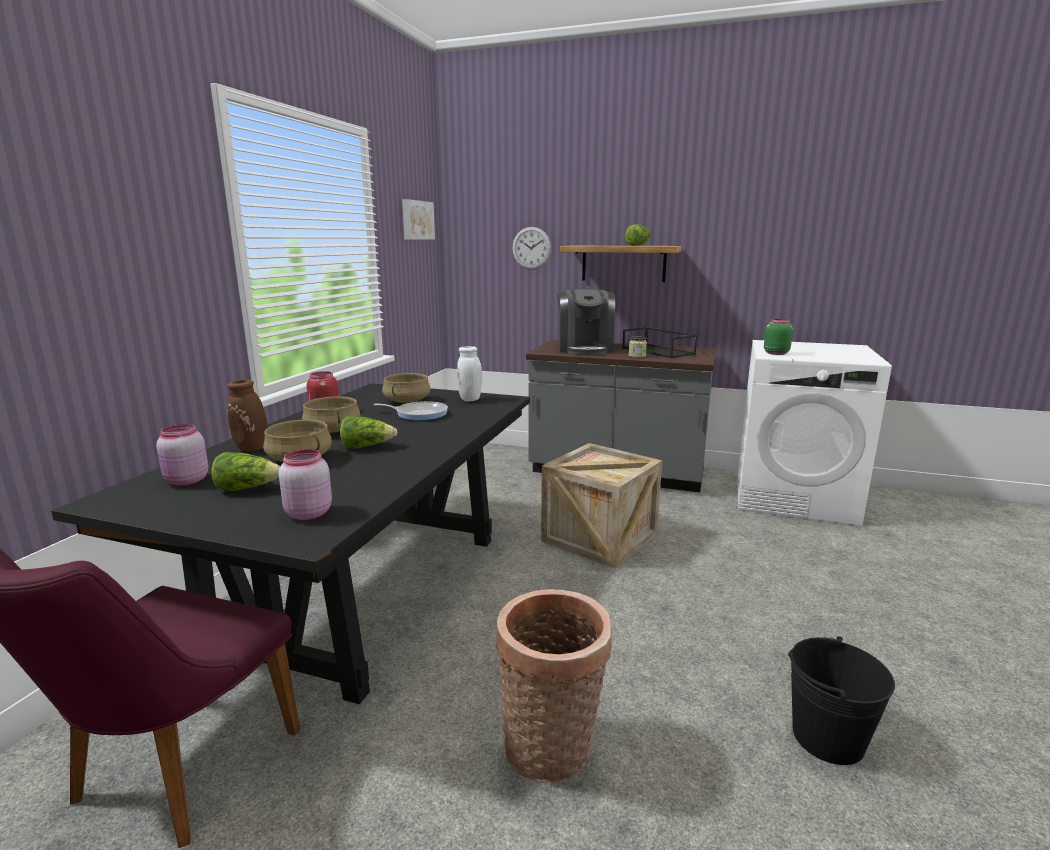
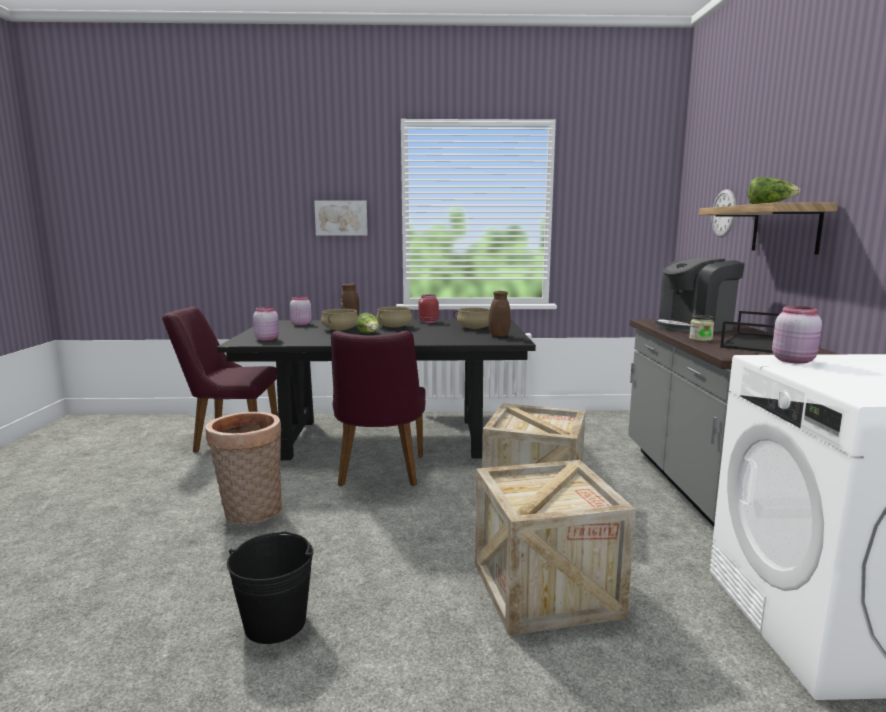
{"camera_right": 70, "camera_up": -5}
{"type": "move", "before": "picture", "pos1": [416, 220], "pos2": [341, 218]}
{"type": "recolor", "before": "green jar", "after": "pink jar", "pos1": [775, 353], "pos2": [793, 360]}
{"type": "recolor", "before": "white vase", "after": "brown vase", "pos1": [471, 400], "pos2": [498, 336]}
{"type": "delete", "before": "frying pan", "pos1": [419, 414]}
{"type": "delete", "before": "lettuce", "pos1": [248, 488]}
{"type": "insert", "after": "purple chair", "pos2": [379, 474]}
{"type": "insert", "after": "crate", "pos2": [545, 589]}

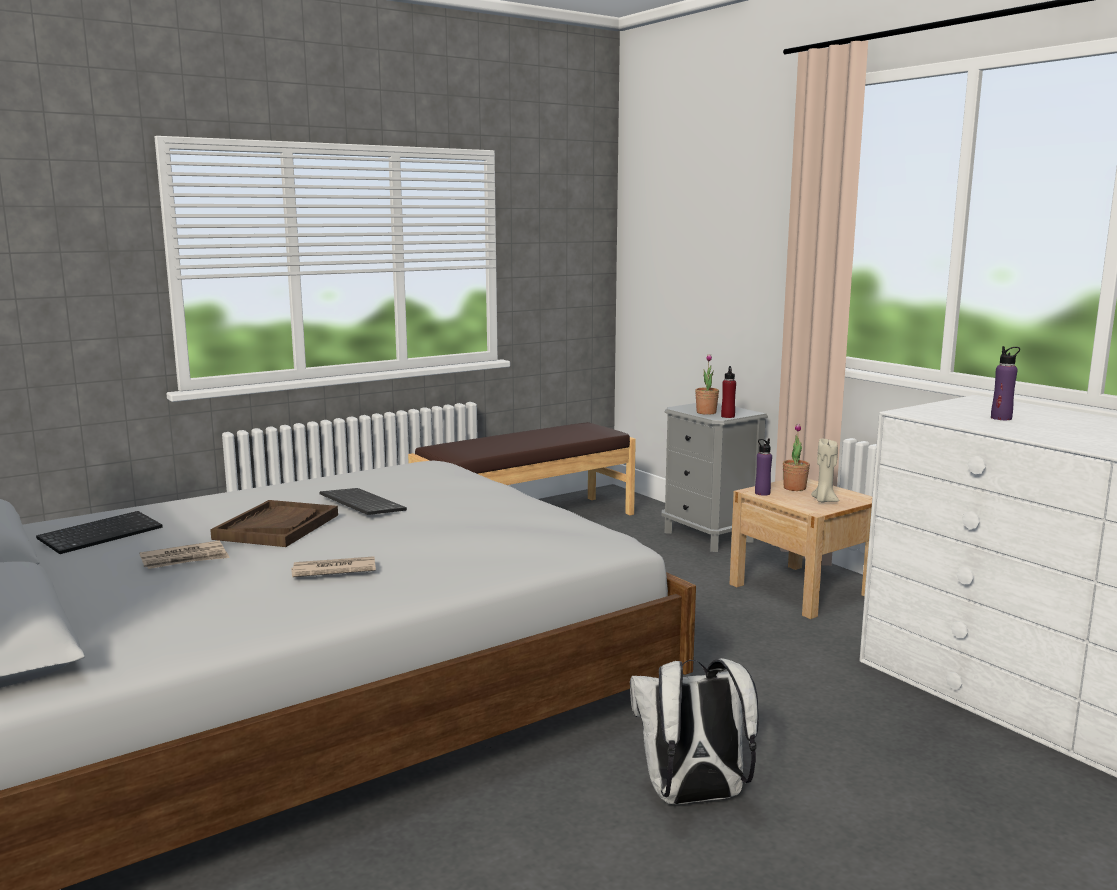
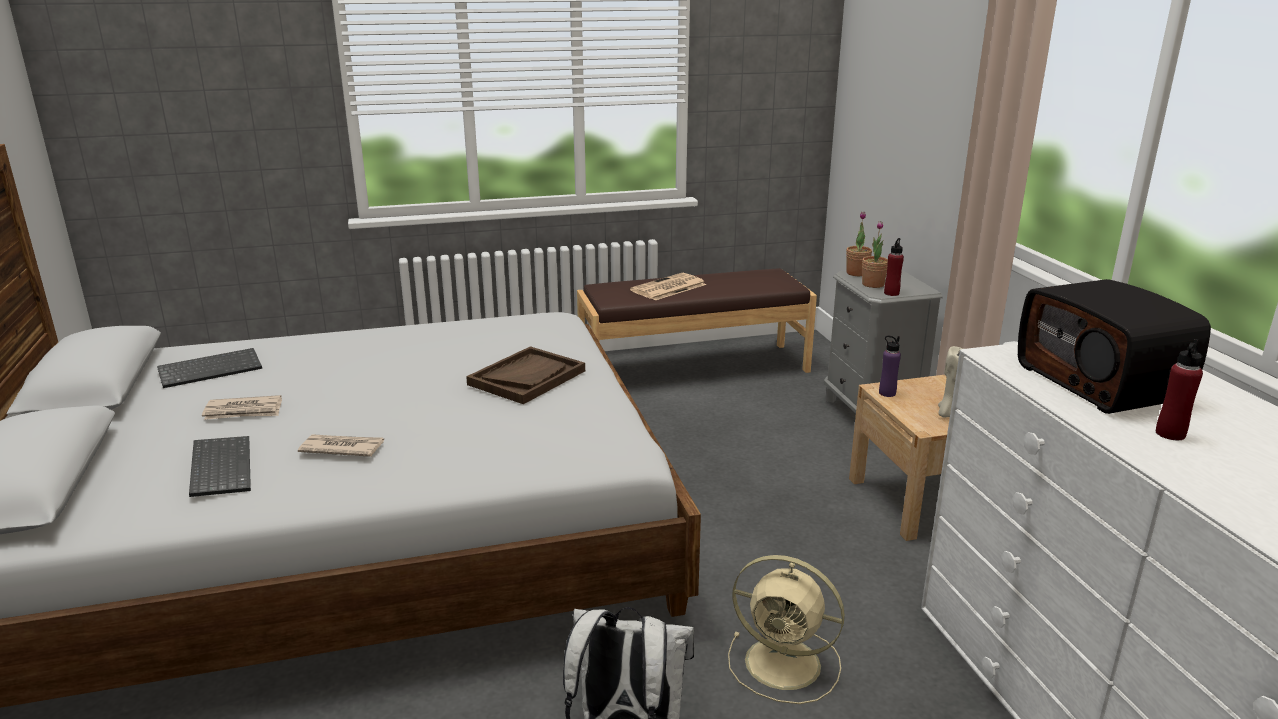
{"camera_right": 20, "camera_up": 10}
{"type": "replace", "before": "purple bottle", "after": "radio", "pos1": [1001, 418], "pos2": [1102, 382]}
{"type": "move", "before": "potted plant", "pos1": [794, 488], "pos2": [856, 273]}
{"type": "move", "before": "keyboard", "pos1": [360, 504], "pos2": [219, 468]}
{"type": "move", "before": "brown tray", "pos1": [277, 527], "pos2": [527, 377]}
{"type": "insert", "after": "newspaper", "pos2": [668, 288]}
{"type": "insert", "after": "red bottle", "pos2": [1170, 434]}
{"type": "insert", "after": "beige fan", "pos2": [786, 664]}

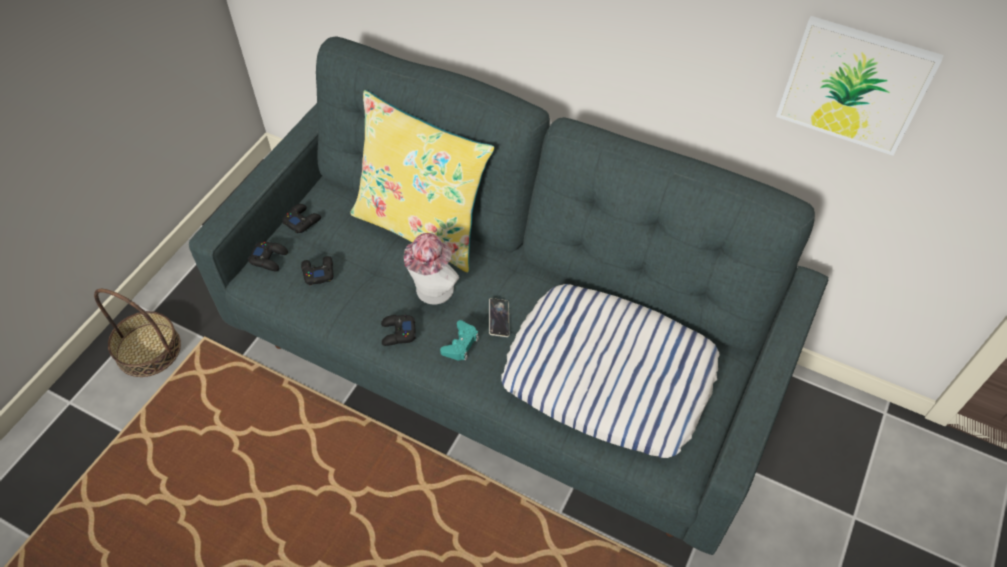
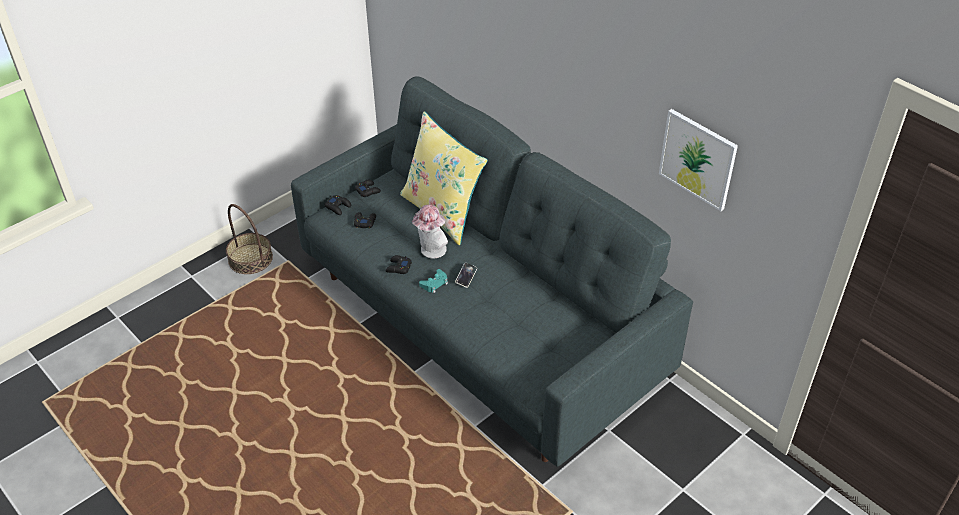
{"camera_right": 20, "camera_up": -10}
{"type": "delete", "before": "pillow", "pos1": [609, 375]}

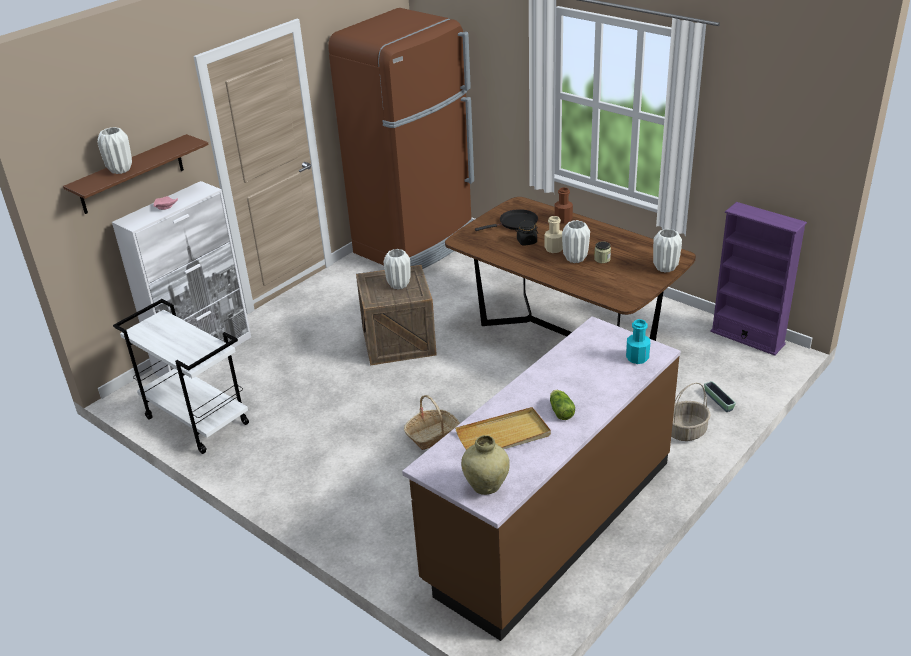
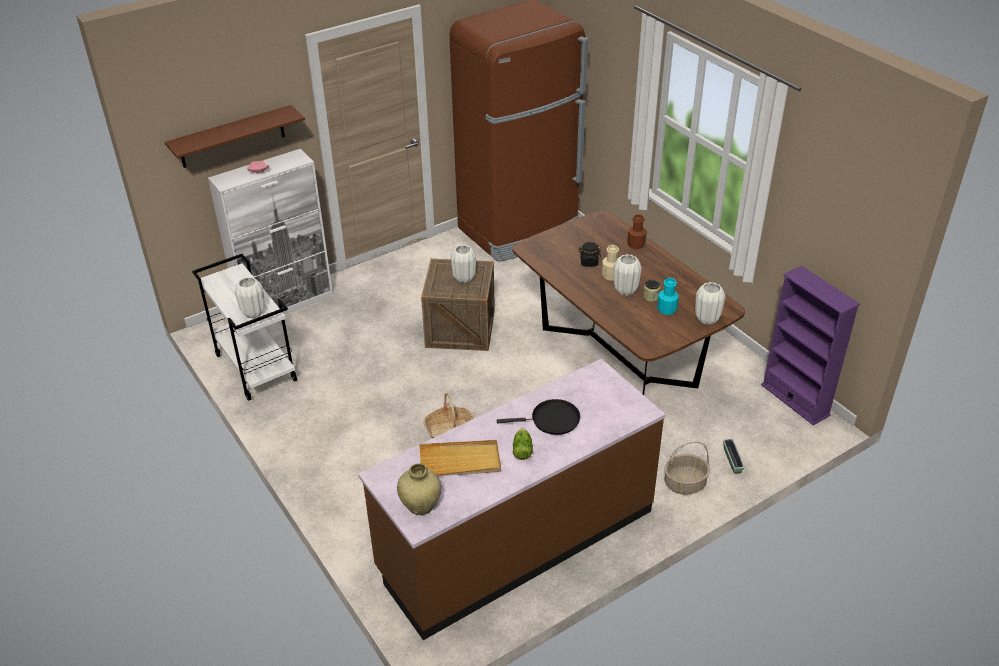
{"camera_right": 15, "camera_up": 5}
{"type": "move", "before": "white vase", "pos1": [121, 170], "pos2": [254, 313]}
{"type": "move", "before": "black frying pan", "pos1": [515, 223], "pos2": [552, 420]}
{"type": "move", "before": "turquoise bottle", "pos1": [637, 358], "pos2": [667, 309]}

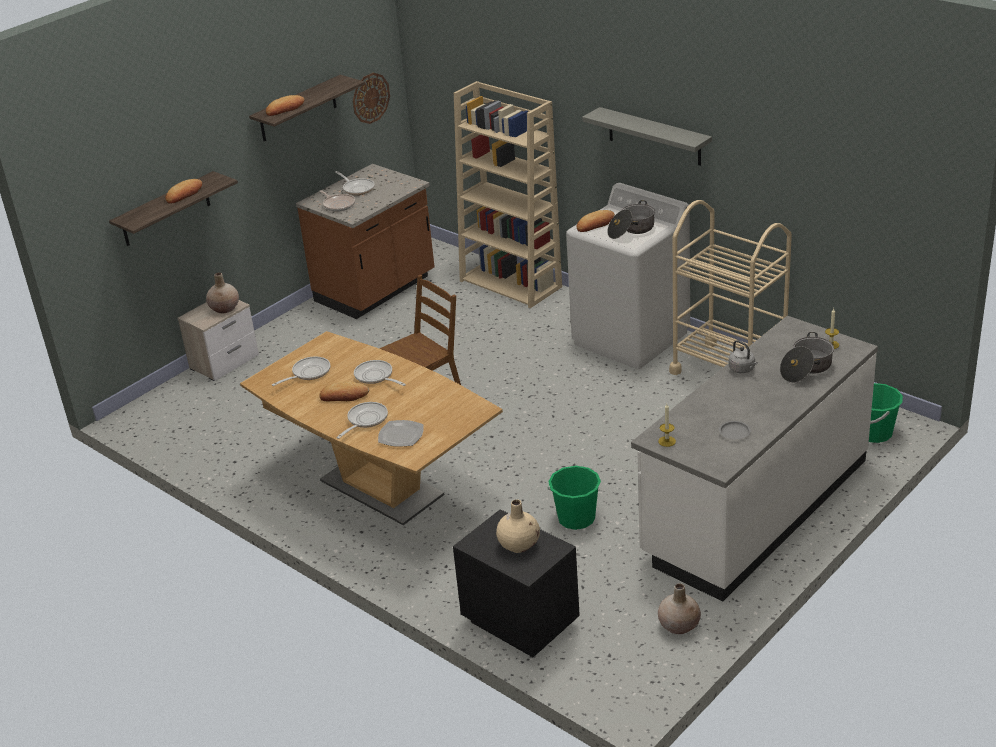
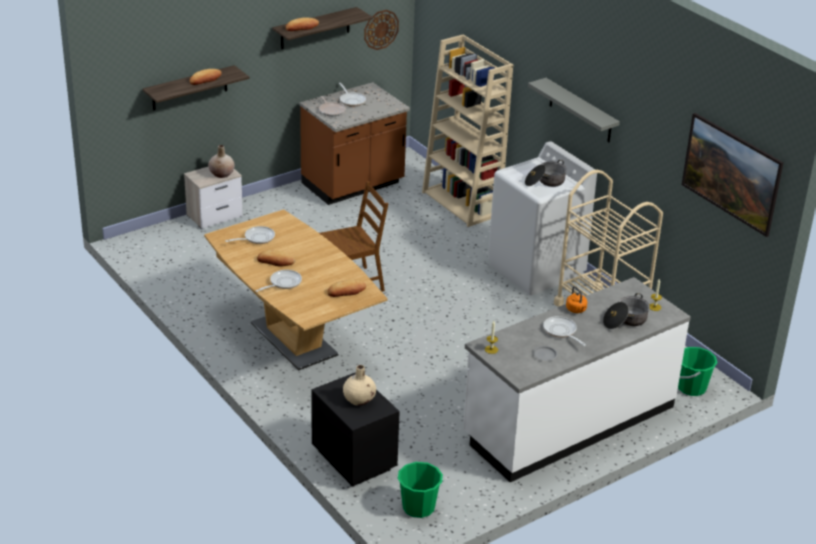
{"camera_right": 10, "camera_up": 0}
{"type": "move", "before": "bread", "pos1": [595, 224], "pos2": [346, 291]}
{"type": "recolor", "before": "grey kettle", "after": "orange kettle", "pos1": [742, 369], "pos2": [576, 310]}
{"type": "move", "before": "frying pan", "pos1": [376, 377], "pos2": [561, 332]}
{"type": "delete", "before": "plate", "pos1": [400, 435]}
{"type": "move", "before": "green bucket", "pos1": [576, 518], "pos2": [418, 507]}
{"type": "delete", "before": "beige vase", "pos1": [679, 625]}
{"type": "insert", "after": "picture", "pos2": [728, 191]}

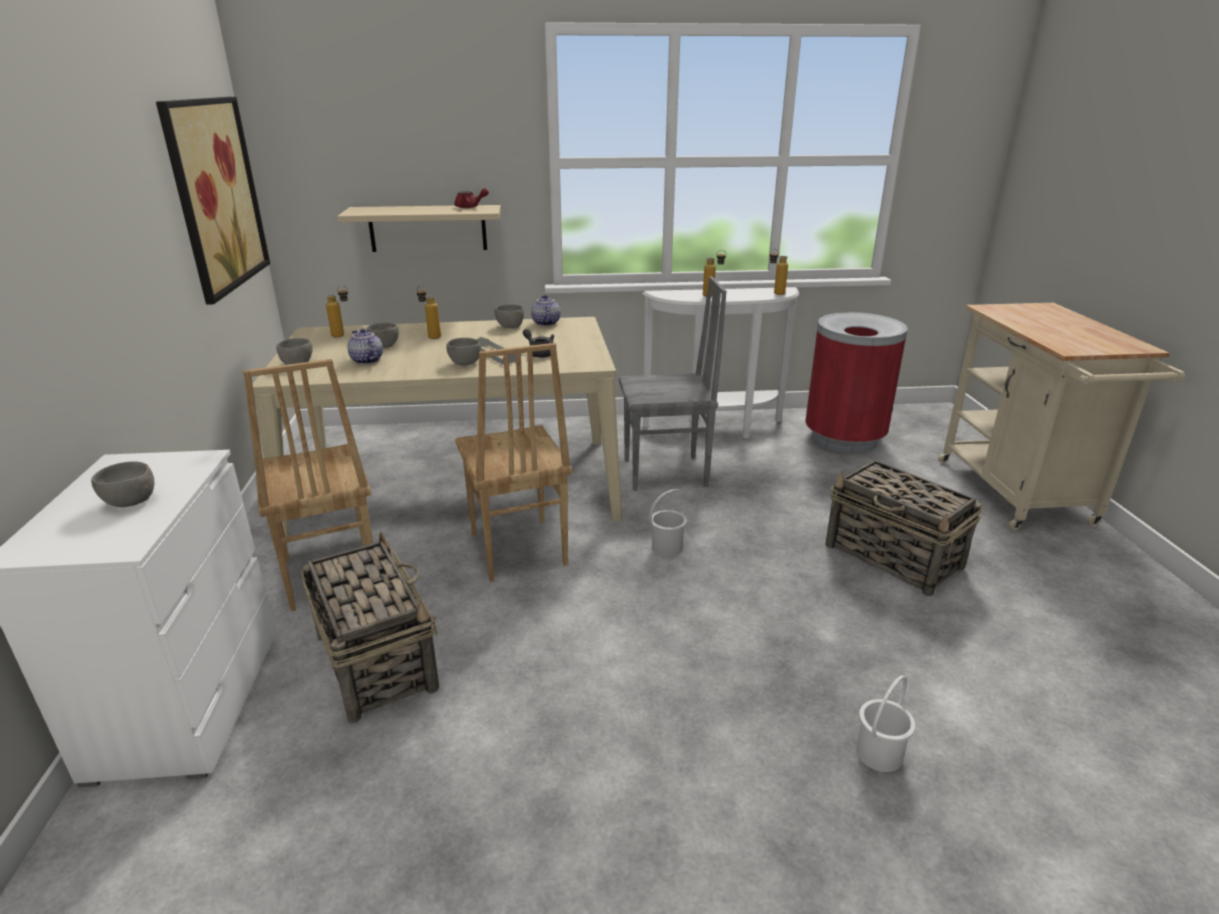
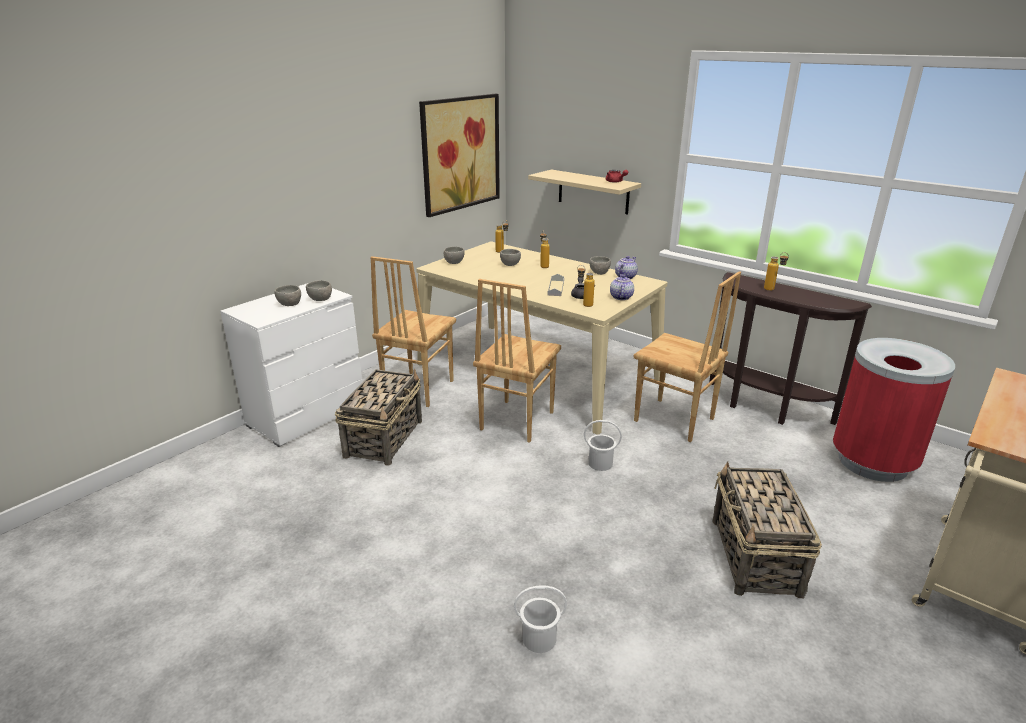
{"camera_right": 45, "camera_up": 0}
{"type": "move", "before": "bottle", "pos1": [775, 294], "pos2": [584, 304]}
{"type": "recolor", "before": "grey chair", "after": "brown chair", "pos1": [666, 474], "pos2": [674, 420]}
{"type": "recolor", "before": "white console table", "after": "brown console table", "pos1": [716, 429], "pos2": [764, 408]}
{"type": "move", "before": "teapot", "pos1": [366, 360], "pos2": [620, 297]}
{"type": "move", "before": "grey bowl", "pos1": [466, 363], "pos2": [320, 299]}

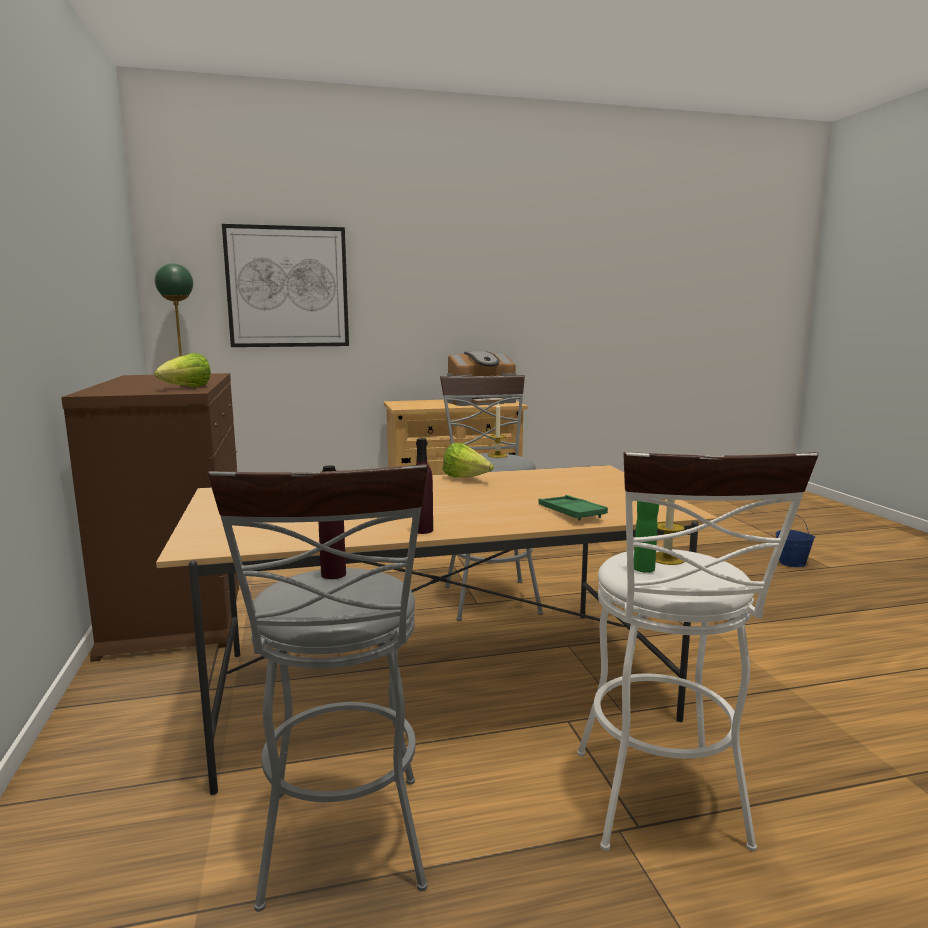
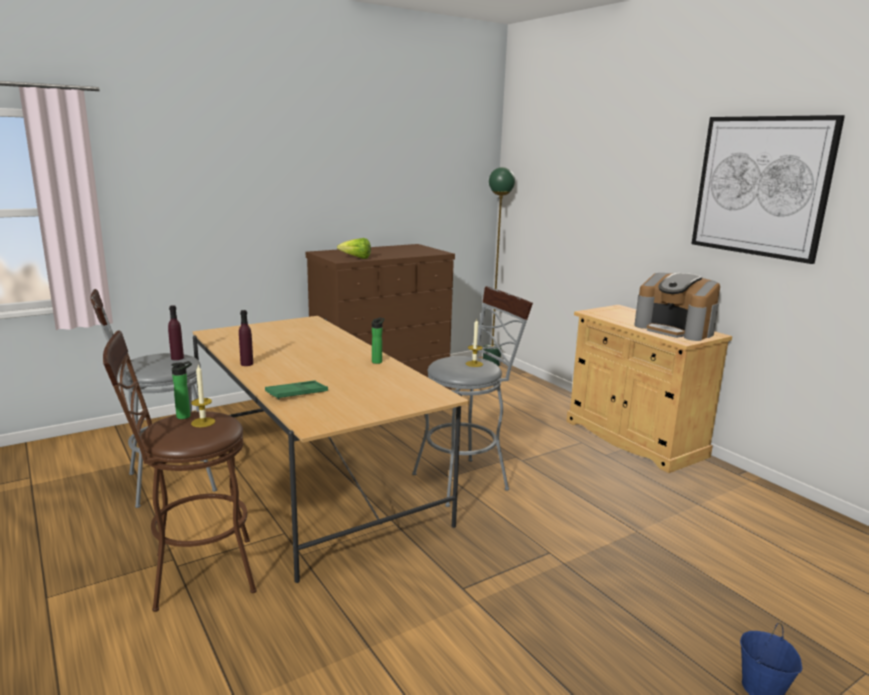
{"camera_right": 70, "camera_up": 5}
{"type": "move", "before": "picture", "pos1": [287, 287], "pos2": [761, 186]}
{"type": "replace", "before": "lettuce", "after": "bottle", "pos1": [466, 479], "pos2": [377, 361]}
{"type": "recolor", "before": "white stool", "after": "brown stool", "pos1": [663, 808], "pos2": [193, 574]}

